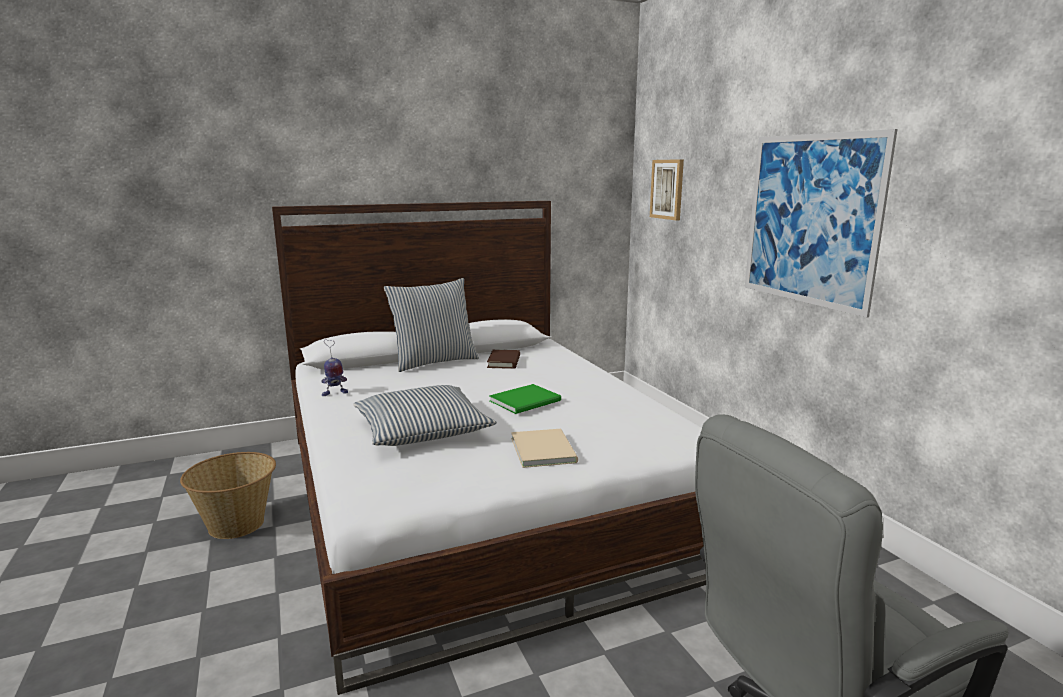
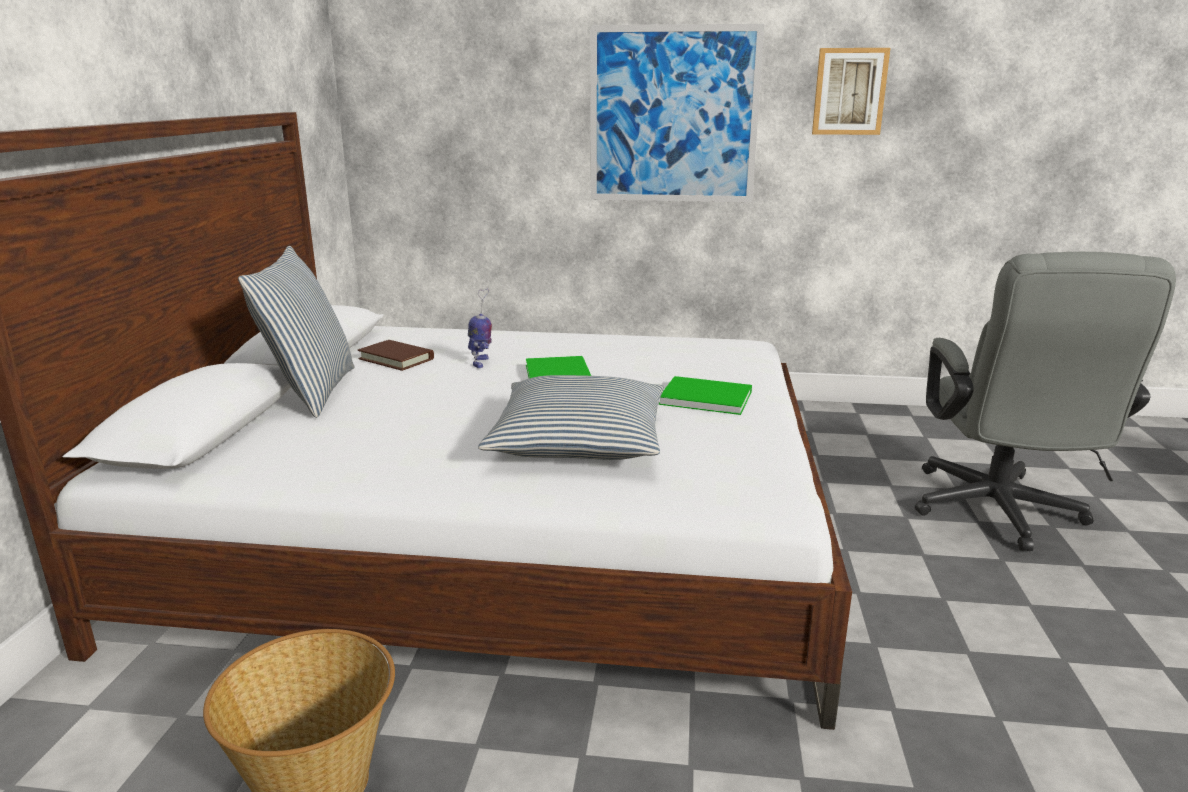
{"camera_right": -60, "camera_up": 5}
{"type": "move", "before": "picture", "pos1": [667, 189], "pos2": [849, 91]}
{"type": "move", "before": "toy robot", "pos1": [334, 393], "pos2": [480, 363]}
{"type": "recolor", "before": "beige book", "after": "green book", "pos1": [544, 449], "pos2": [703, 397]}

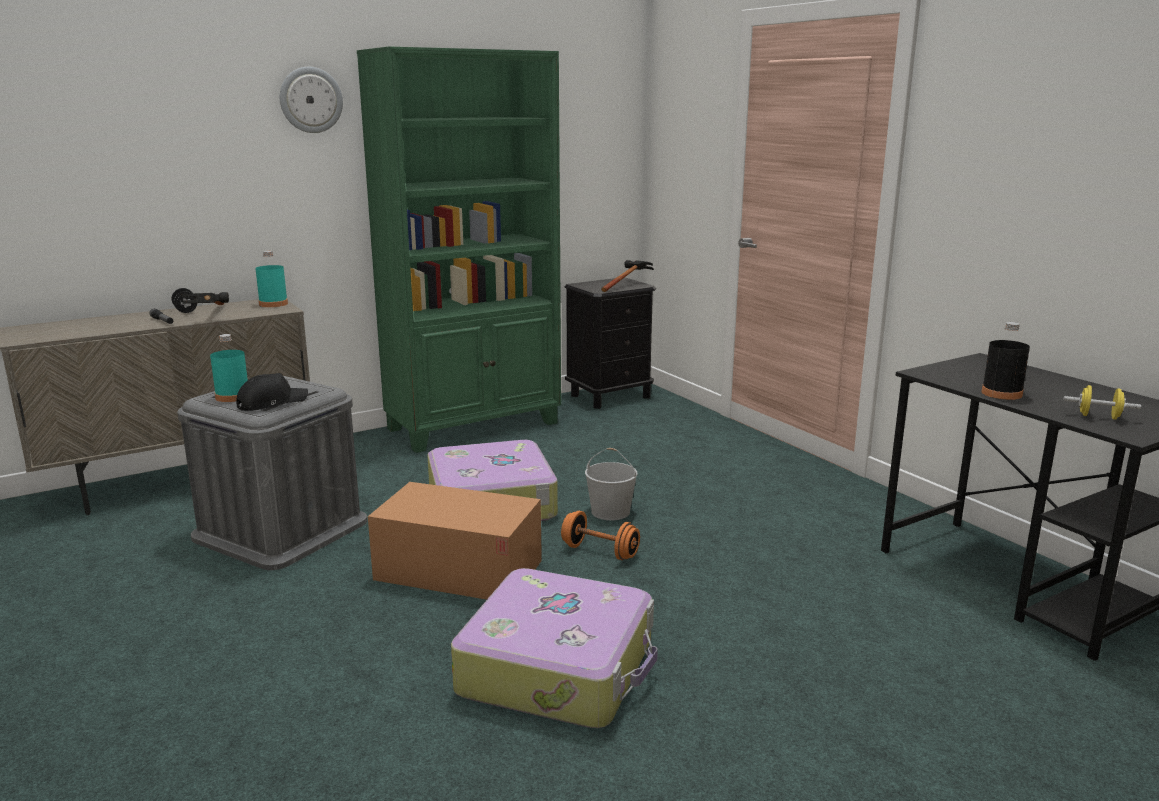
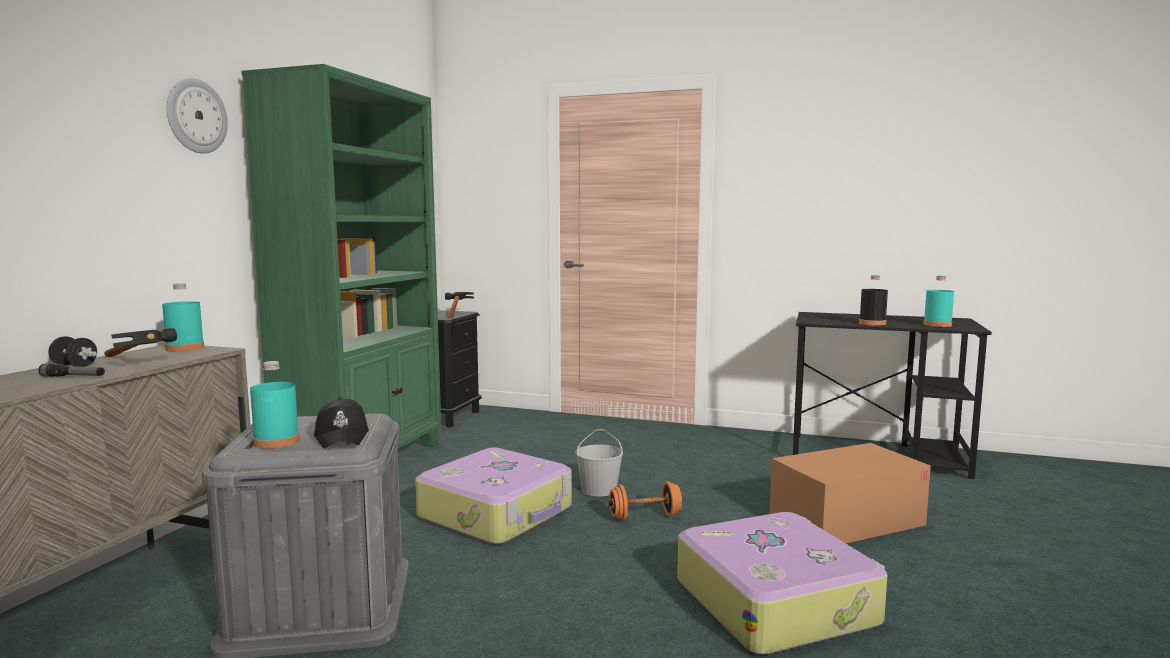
{"camera_right": -40, "camera_up": -10}
{"type": "rotate", "before": "black cap", "pos1": [271, 403], "pos2": [342, 436], "turn": 150}
{"type": "replace", "before": "yellow dumbbell", "after": "turquoise bottle", "pos1": [1098, 417], "pos2": [937, 325]}
{"type": "move", "before": "cardboard box", "pos1": [459, 570], "pos2": [846, 521]}

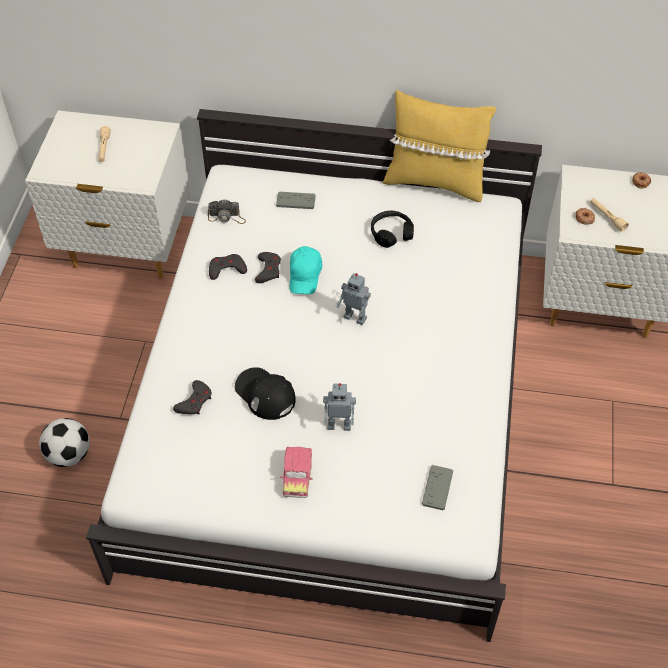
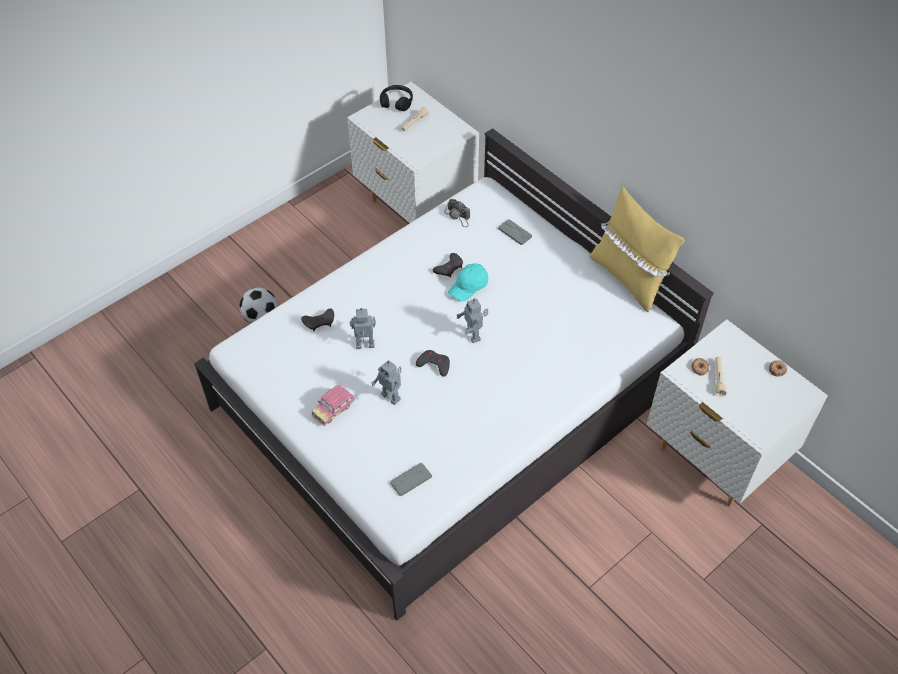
{"camera_right": 40, "camera_up": 0}
{"type": "move", "before": "black headphones", "pos1": [391, 233], "pos2": [396, 102]}
{"type": "move", "before": "grey game controller", "pos1": [227, 269], "pos2": [434, 364]}
{"type": "replace", "before": "black cap", "after": "toy robot", "pos1": [265, 394], "pos2": [365, 346]}

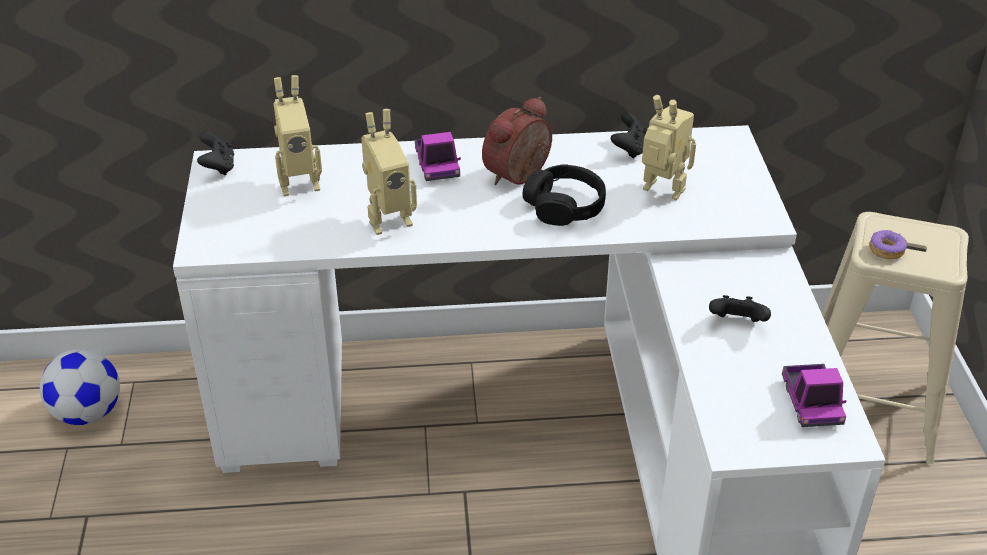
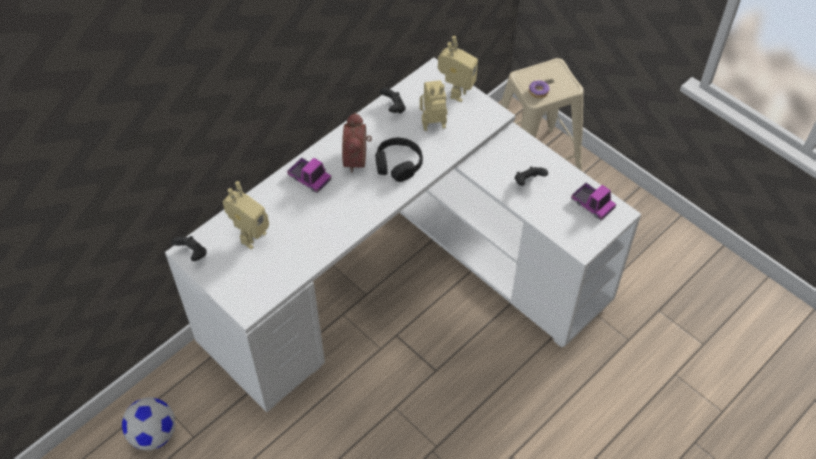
{"camera_right": -40, "camera_up": 15}
{"type": "move", "before": "toy robot", "pos1": [388, 219], "pos2": [456, 91]}

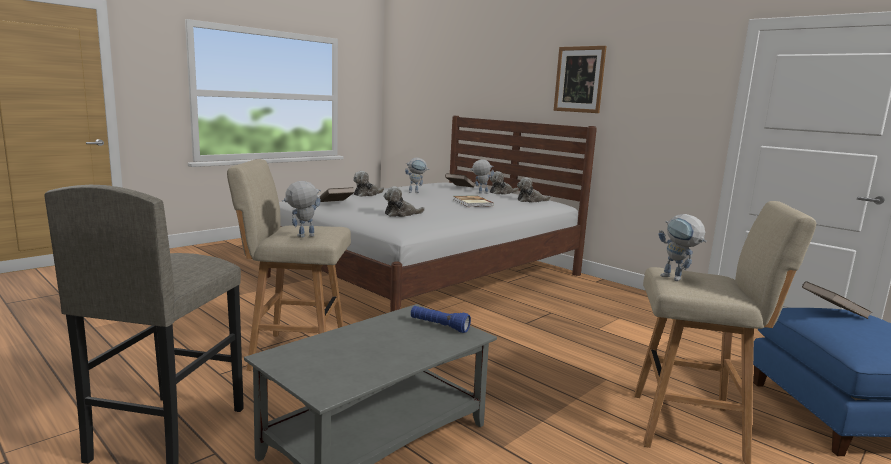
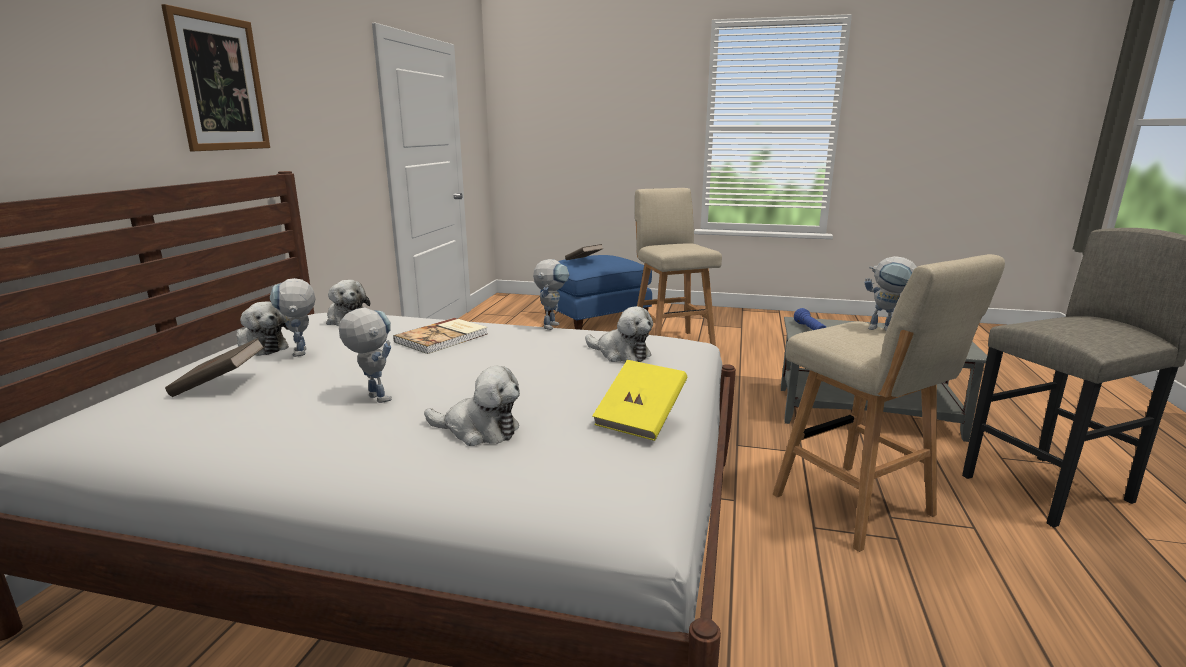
{"camera_right": -120, "camera_up": 5}
{"type": "recolor", "before": "brown book", "after": "yellow book", "pos1": [335, 204], "pos2": [640, 419]}
{"type": "move", "before": "toy robot", "pos1": [677, 279], "pos2": [551, 324]}

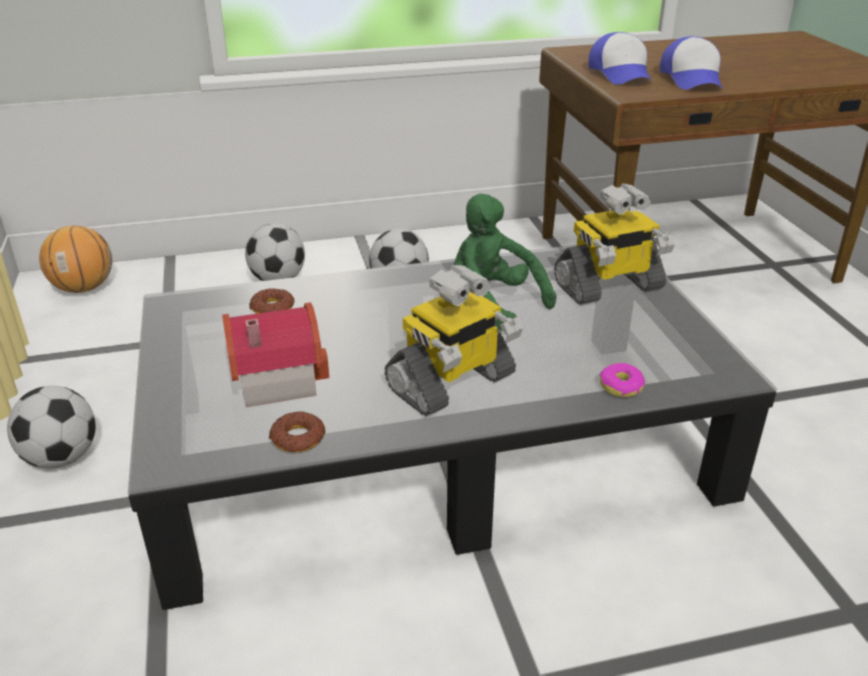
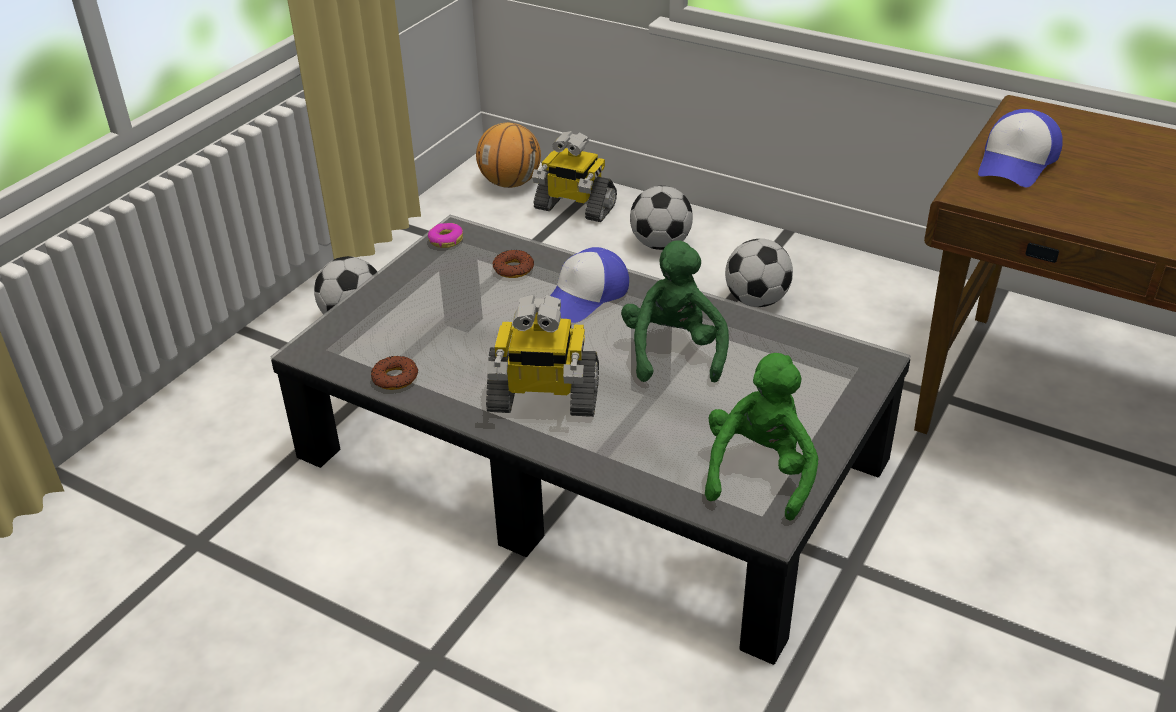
{"camera_right": 45, "camera_up": 5}
{"type": "move", "before": "cap", "pos1": [692, 79], "pos2": [586, 296]}
{"type": "move", "before": "toy robot", "pos1": [609, 287], "pos2": [574, 207]}
{"type": "delete", "before": "toy house", "pos1": [273, 378]}
{"type": "move", "before": "donut", "pos1": [621, 386], "pos2": [445, 240]}
{"type": "insert", "after": "green plush toy", "pos2": [760, 472]}

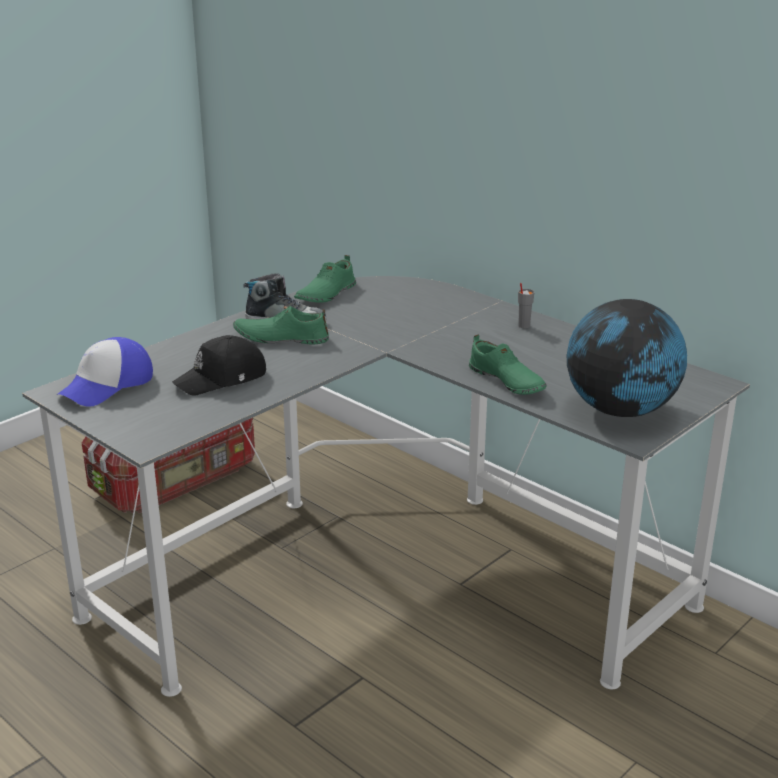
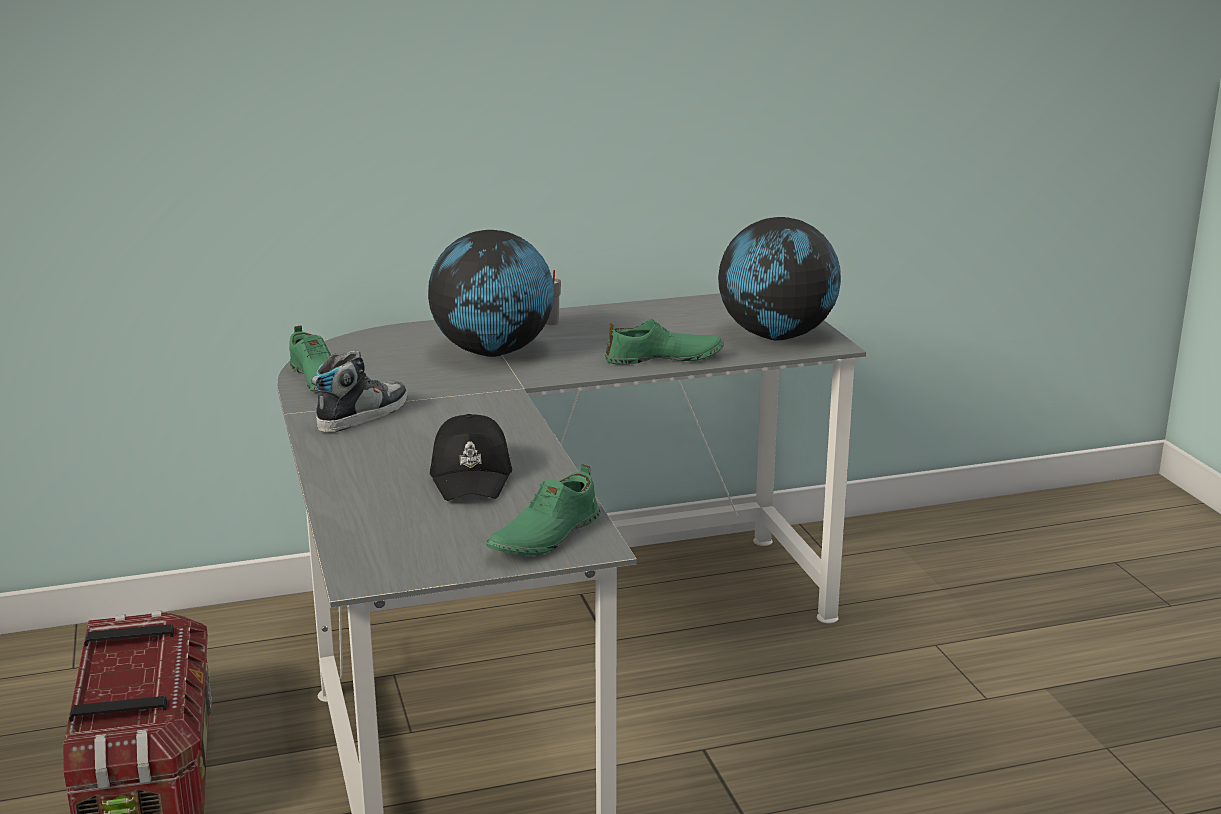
{"camera_right": -60, "camera_up": -5}
{"type": "move", "before": "green shoe", "pos1": [281, 338], "pos2": [544, 536]}
{"type": "delete", "before": "cap", "pos1": [107, 385]}
{"type": "insert", "after": "globe", "pos2": [493, 352]}

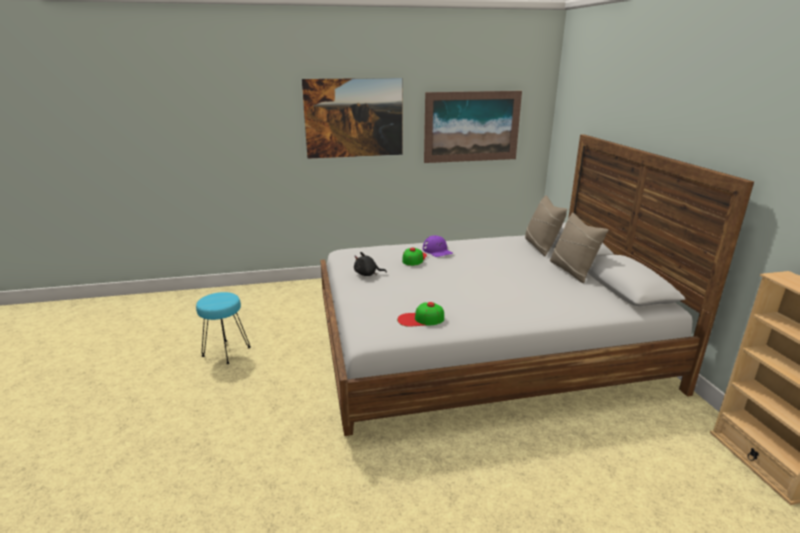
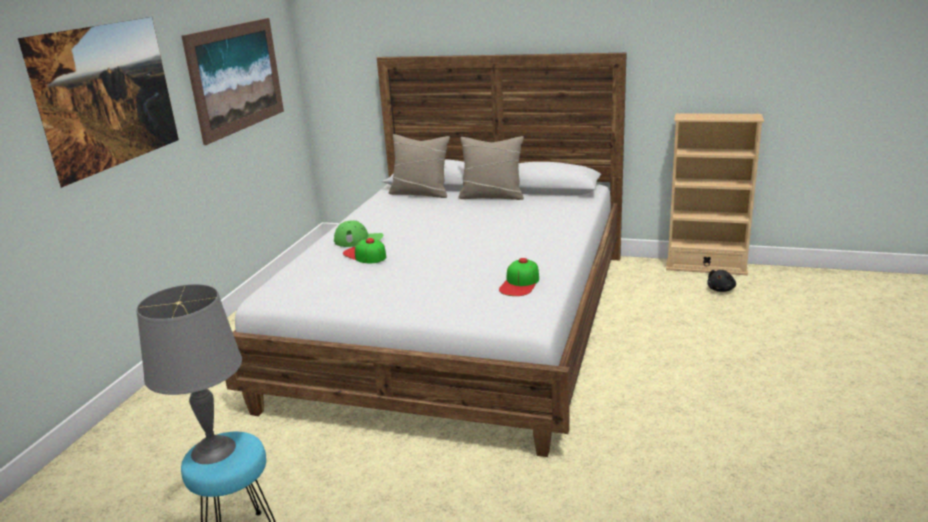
{"camera_right": -60, "camera_up": 0}
{"type": "recolor", "before": "purple cap", "after": "green cap", "pos1": [437, 251], "pos2": [359, 240]}
{"type": "move", "before": "black plush toy", "pos1": [367, 274], "pos2": [721, 289]}
{"type": "insert", "after": "grey table lamp", "pos2": [214, 450]}

